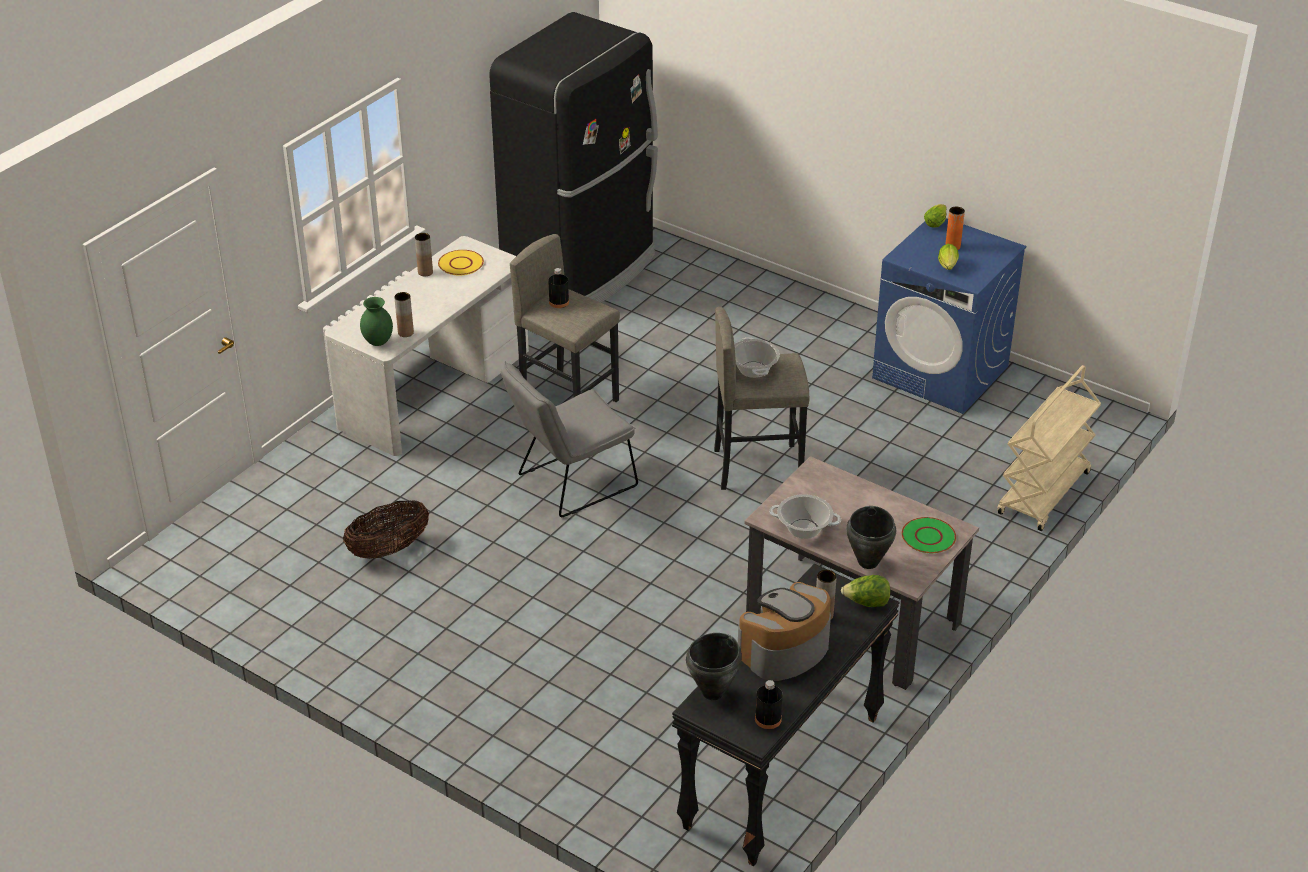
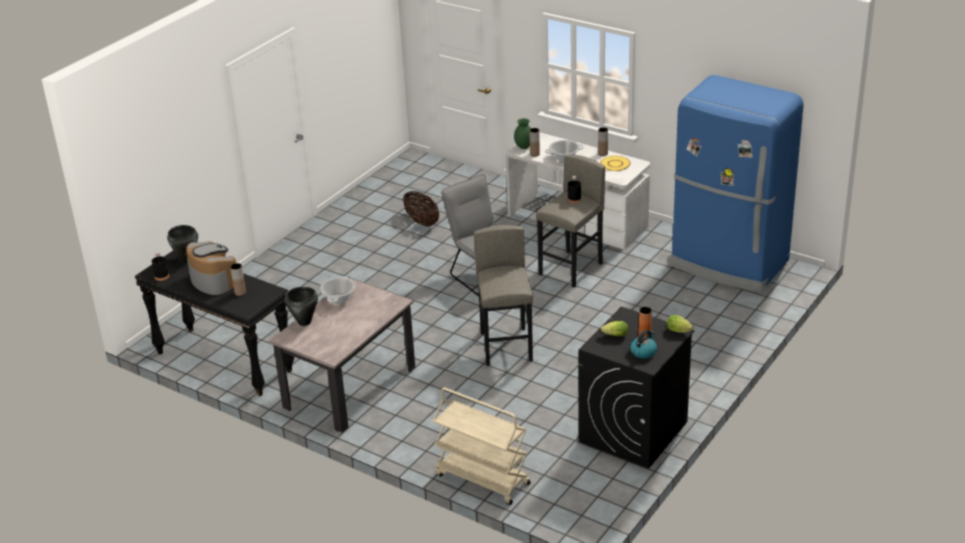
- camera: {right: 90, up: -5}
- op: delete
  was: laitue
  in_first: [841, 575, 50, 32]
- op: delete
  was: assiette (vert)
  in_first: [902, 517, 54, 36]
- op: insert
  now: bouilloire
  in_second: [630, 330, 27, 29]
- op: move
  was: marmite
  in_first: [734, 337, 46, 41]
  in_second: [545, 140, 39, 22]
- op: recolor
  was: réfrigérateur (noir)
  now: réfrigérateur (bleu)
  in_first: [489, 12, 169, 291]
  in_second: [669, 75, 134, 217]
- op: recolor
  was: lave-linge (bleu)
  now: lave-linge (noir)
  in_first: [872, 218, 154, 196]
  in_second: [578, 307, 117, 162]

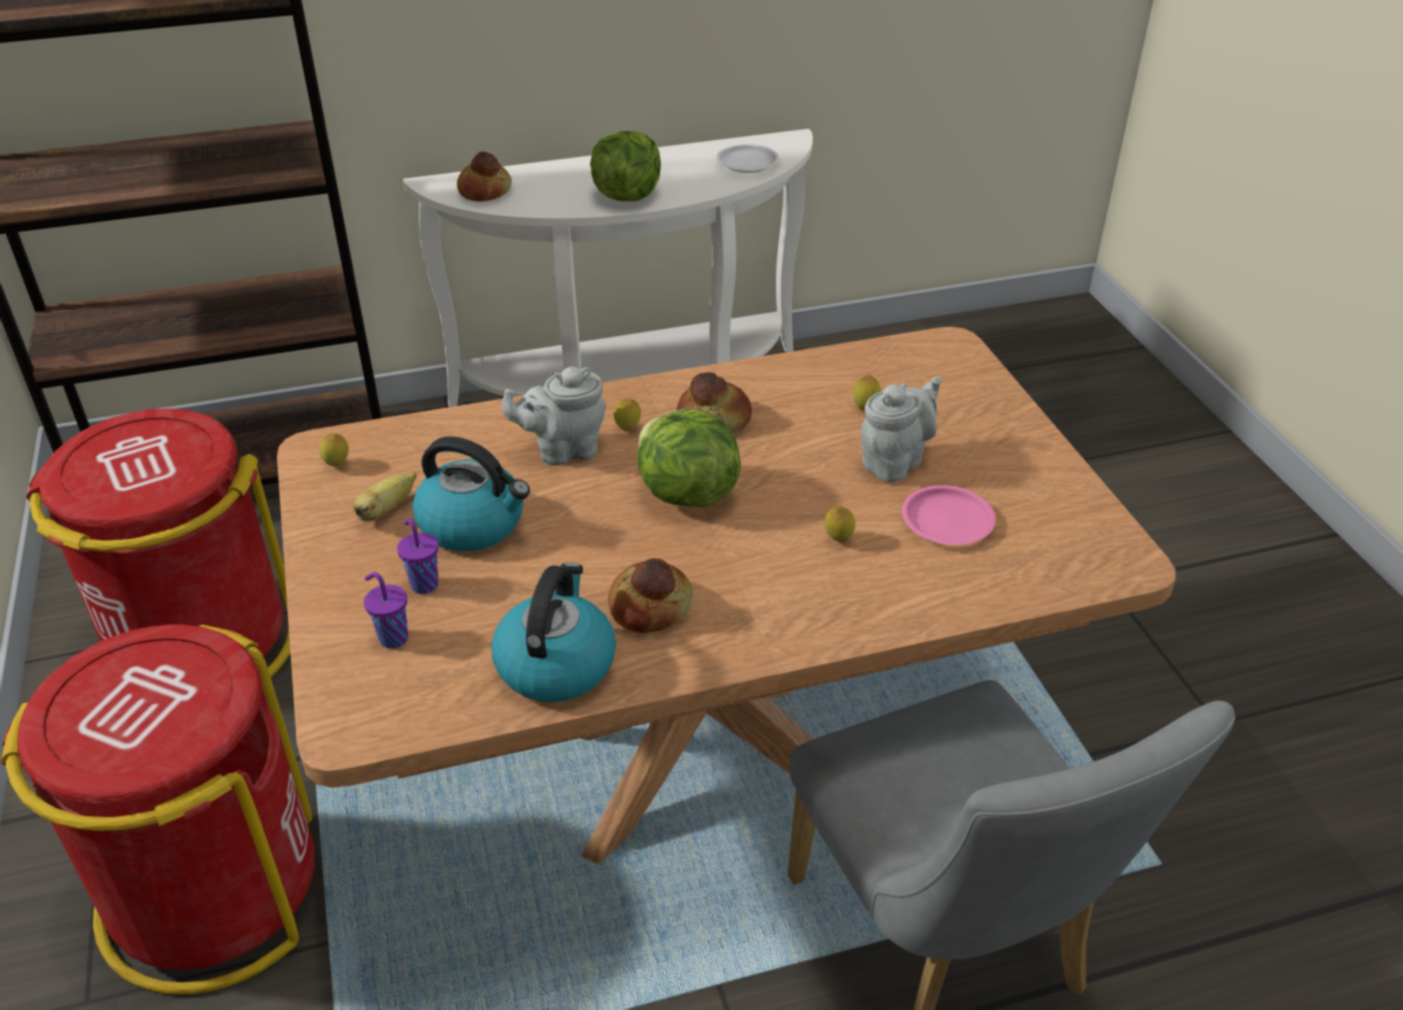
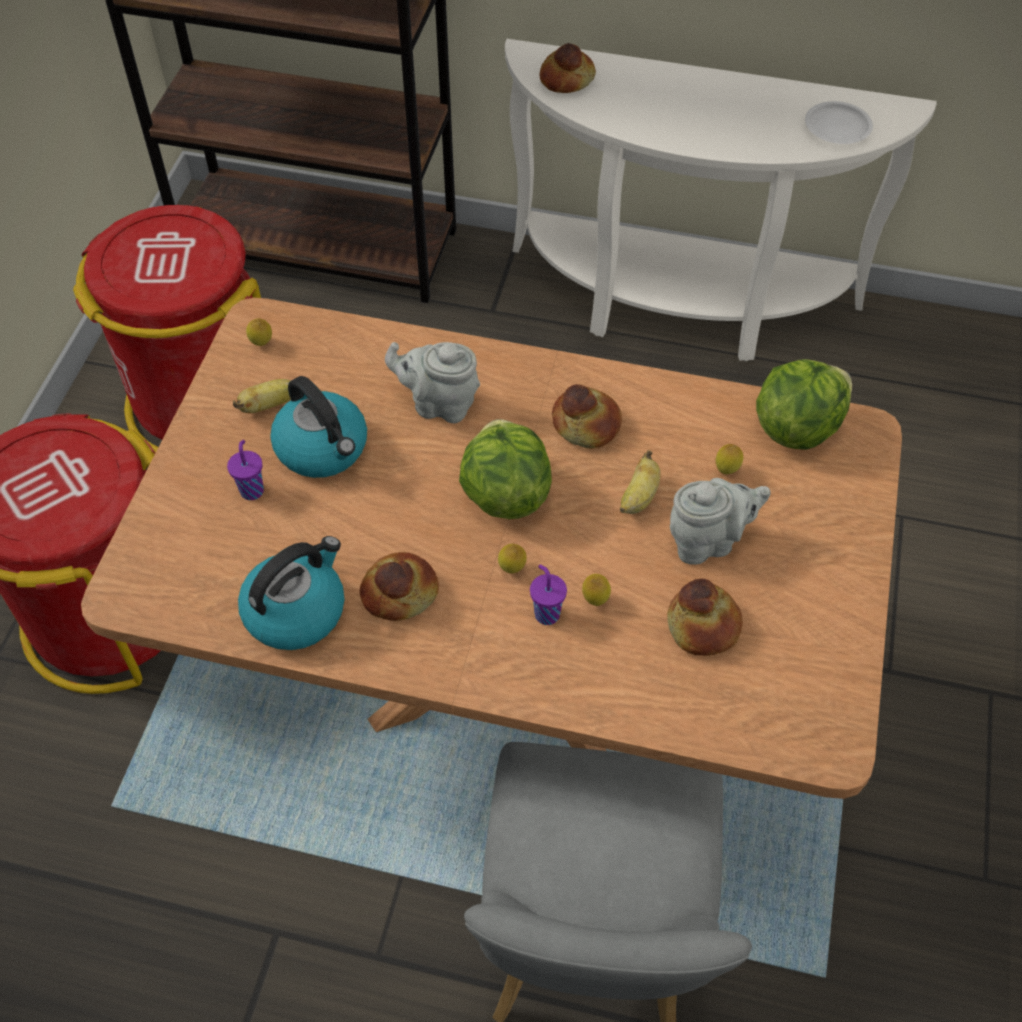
- camera: {right: 30, up: 15}
- op: insert
  now: banane
  in_second: [620, 450, 41, 64]
- op: move
  was: tasse (violet)
  in_first: [364, 572, 44, 76]
  in_second: [530, 565, 37, 60]
- op: move
  was: laitue
  in_first: [590, 131, 71, 70]
  in_second: [756, 359, 96, 91]
- op: move
  was: citron
  in_first: [614, 398, 27, 33]
  in_second: [498, 544, 29, 30]
- op: replace
  was: assiette (rose)
  now: pain
  in_first: [902, 485, 94, 60]
  in_second: [667, 578, 76, 78]

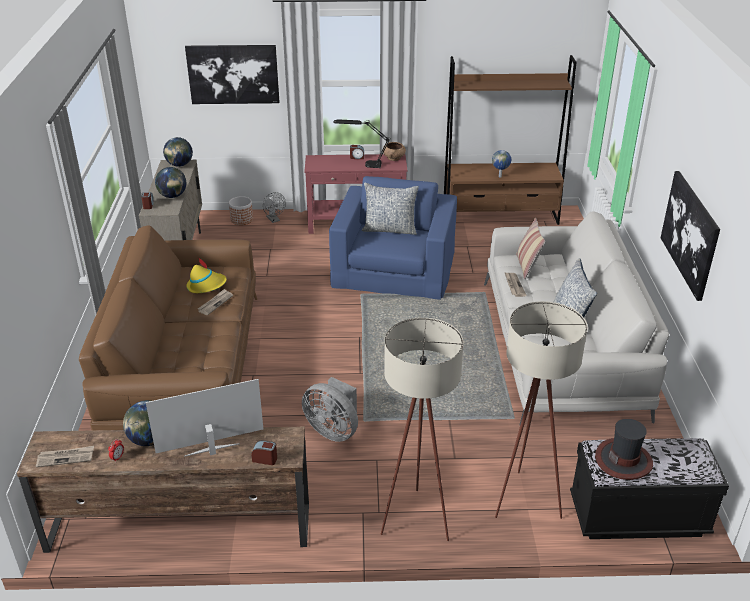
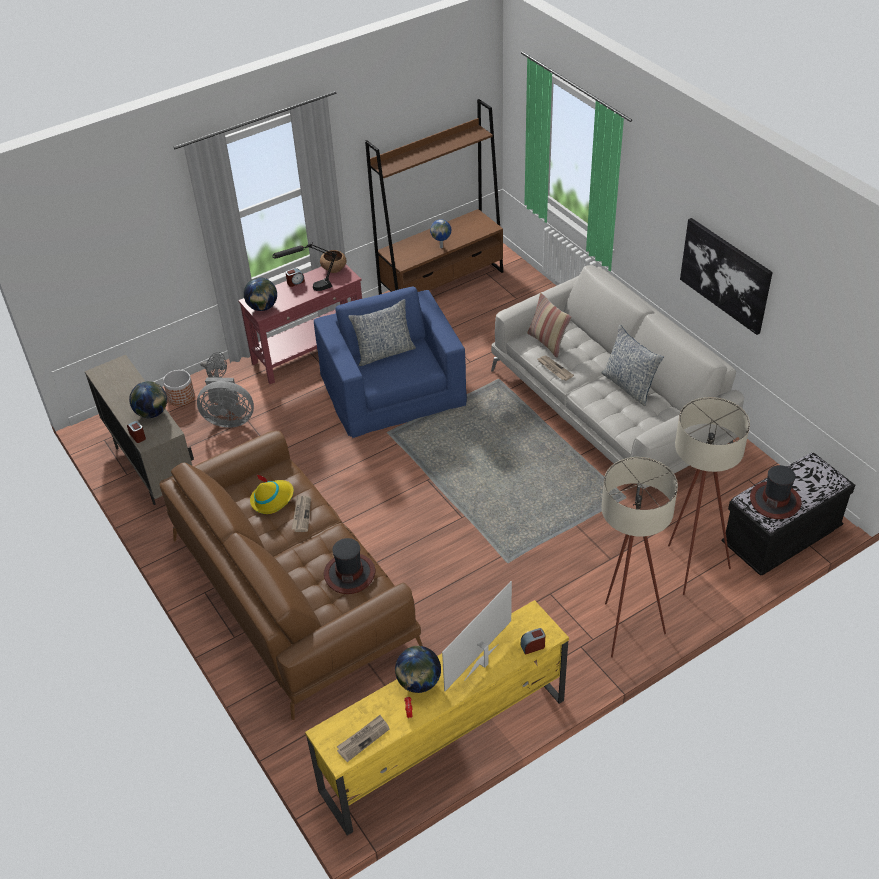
- camera: {right: -30, up: 10}
- op: delete
  was: tableau
  in_first: [185, 45, 94, 59]
- op: insert
  now: chapeau
  in_second: [324, 538, 51, 56]
- op: move
  was: globe
  in_first: [163, 137, 30, 30]
  in_second: [244, 277, 33, 34]
- op: move
  was: ventilateur (gris)
  in_first: [302, 377, 56, 65]
  in_second: [197, 378, 57, 50]
- op: recolor
  was: meuble télé (marron)
  now: meuble télé (jaune)
  in_first: [17, 427, 292, 126]
  in_second: [305, 600, 264, 236]

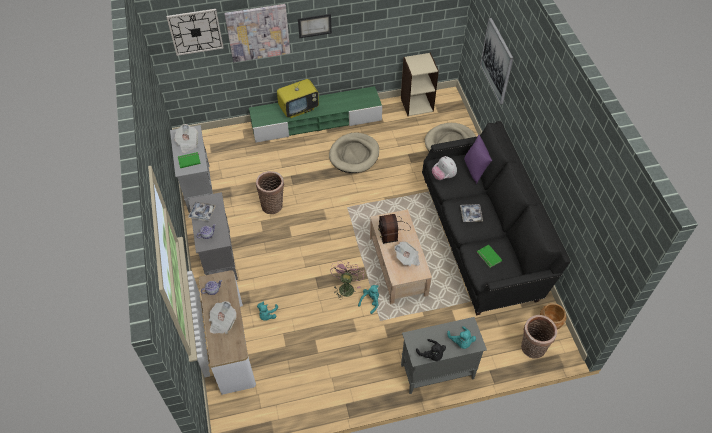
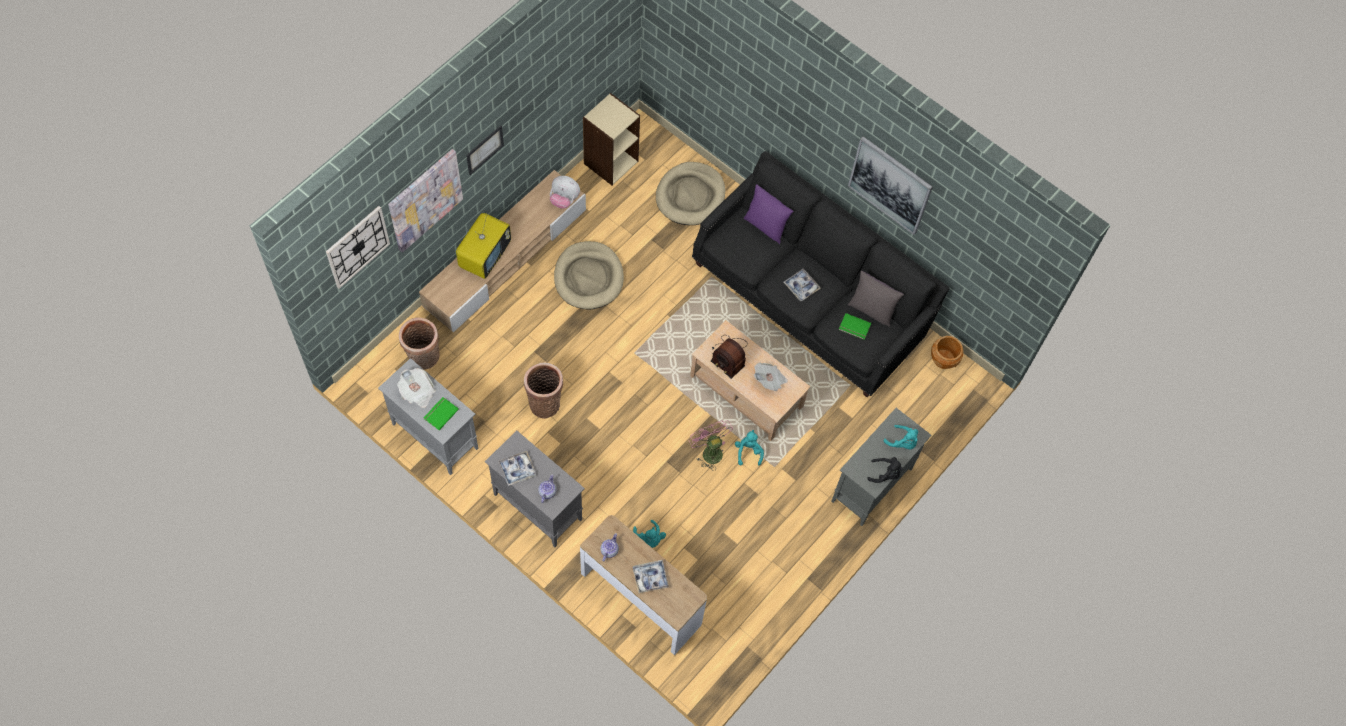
- camera: {right: -40, up: 10}
- op: insert
  now: coussin (gris)
  in_second: [848, 271, 56, 56]
- op: move
  was: peluche
  in_first: [432, 156, 25, 24]
  in_second: [550, 176, 30, 33]
- op: move
  was: tableau
  in_first: [480, 18, 34, 87]
  in_second: [848, 136, 85, 99]
- op: move
  was: panier
  in_first: [521, 315, 36, 44]
  in_second: [399, 318, 41, 51]
- op: replace
  was: journal
  now: plateau
  in_first: [209, 301, 28, 33]
  in_second: [632, 560, 37, 33]
- op: recolor
  was: meuble télé (vert)
  now: meuble télé (beige)
  in_first: [249, 86, 133, 57]
  in_second: [419, 170, 167, 163]

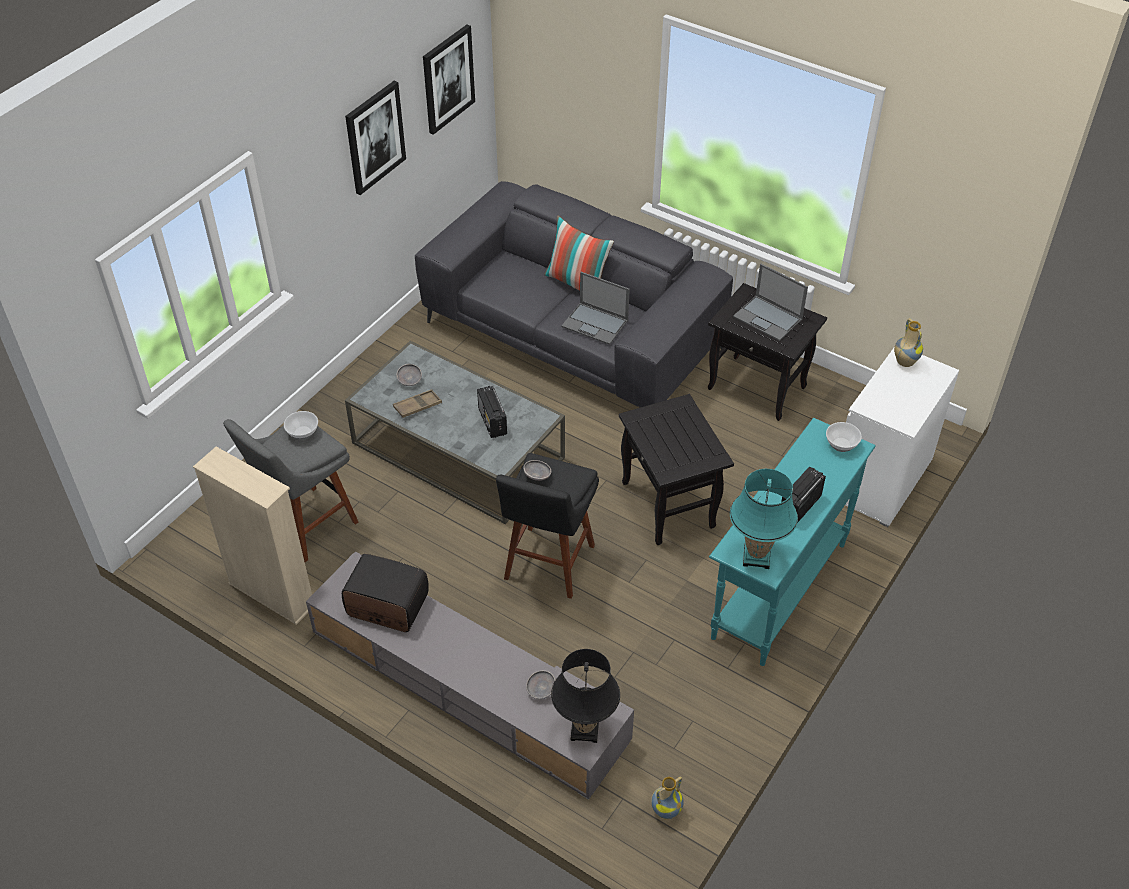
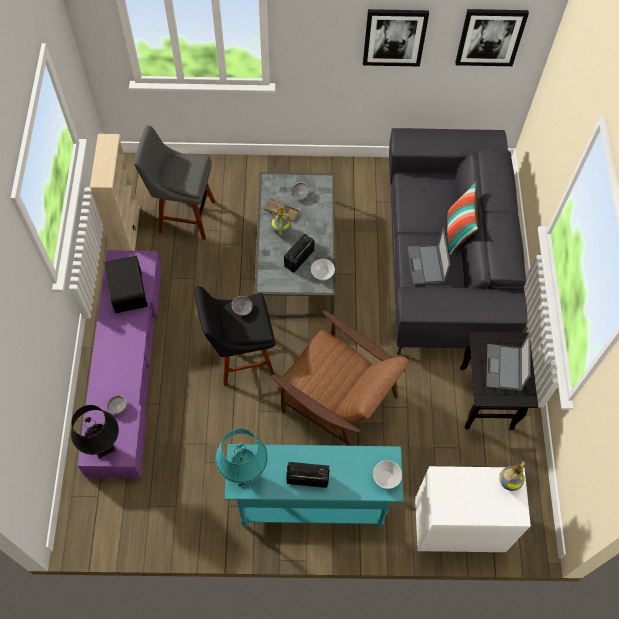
- camera: {right: 55, up: 15}
- op: move
  was: bol
  in_first: [284, 411, 34, 29]
  in_second: [311, 259, 24, 21]
- op: move
  was: vase
  in_first: [651, 776, 33, 44]
  in_second: [271, 208, 20, 28]
- op: replace
  was: table d'appoint (noir)
  now: fauteuil (marron)
  in_first: [619, 394, 115, 151]
  in_second: [272, 311, 137, 135]
- op: recolor
  was: meuble télé (gris)
  now: meuble télé (violet)
  in_first: [306, 551, 328, 249]
  in_second: [77, 250, 85, 228]

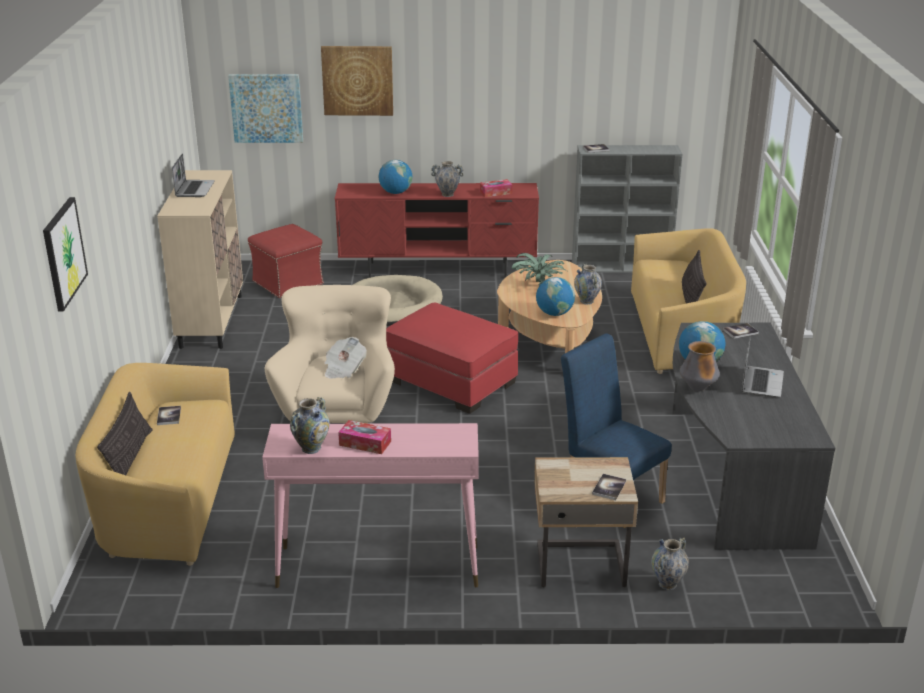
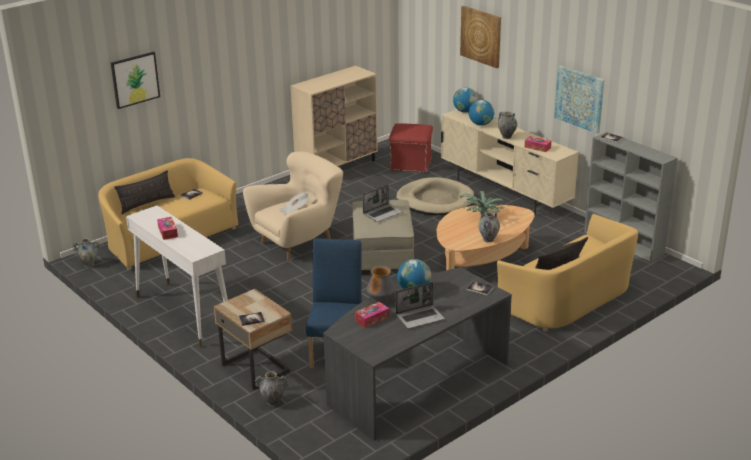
- camera: {right: 50, up: 0}
- op: insert
  now: boîte à mouchoirs
  in_second: [355, 302, 34, 26]
- op: move
  was: ordinateur portable
  in_first: [172, 153, 43, 44]
  in_second: [363, 185, 40, 37]
- op: move
  was: tableau
  in_first: [228, 74, 75, 69]
  in_second: [554, 65, 50, 69]
- op: move
  was: vase
  in_first: [290, 397, 39, 57]
  in_second: [73, 238, 28, 29]
- op: move
  was: globe
  in_first: [536, 277, 39, 39]
  in_second: [453, 87, 25, 26]
- op: recolor
  was: table console (rose)
  now: table console (blanc)
  in_first: [262, 423, 217, 165]
  in_second: [126, 206, 102, 142]
- op: recolor
  was: meuble télé (rouge)
  now: meuble télé (beige)
  in_first: [335, 183, 204, 95]
  in_second: [441, 109, 138, 106]
- op: recolor
  was: pouf (rouge)
  now: pouf (beige)
  in_first: [386, 303, 132, 111]
  in_second: [352, 200, 62, 75]

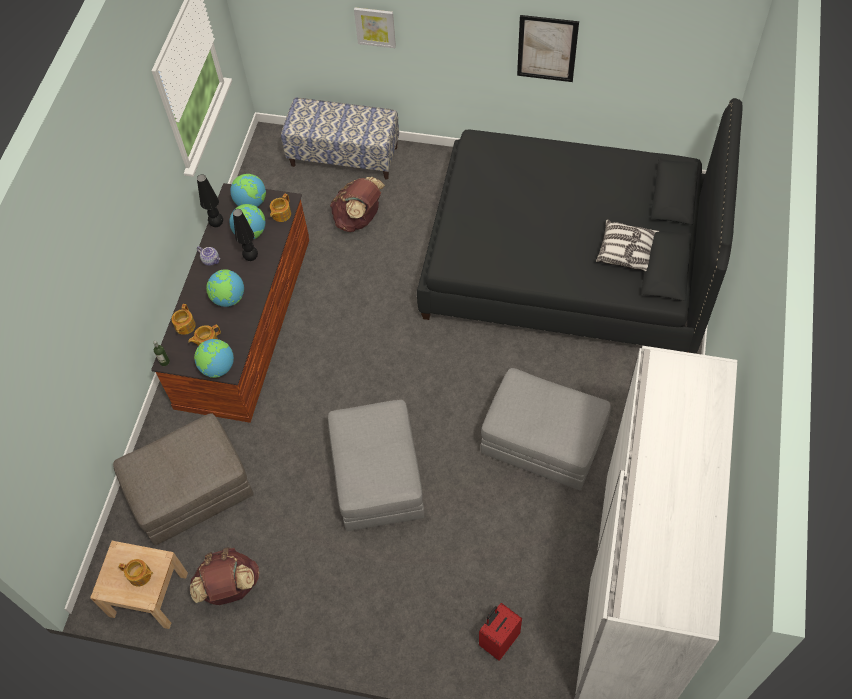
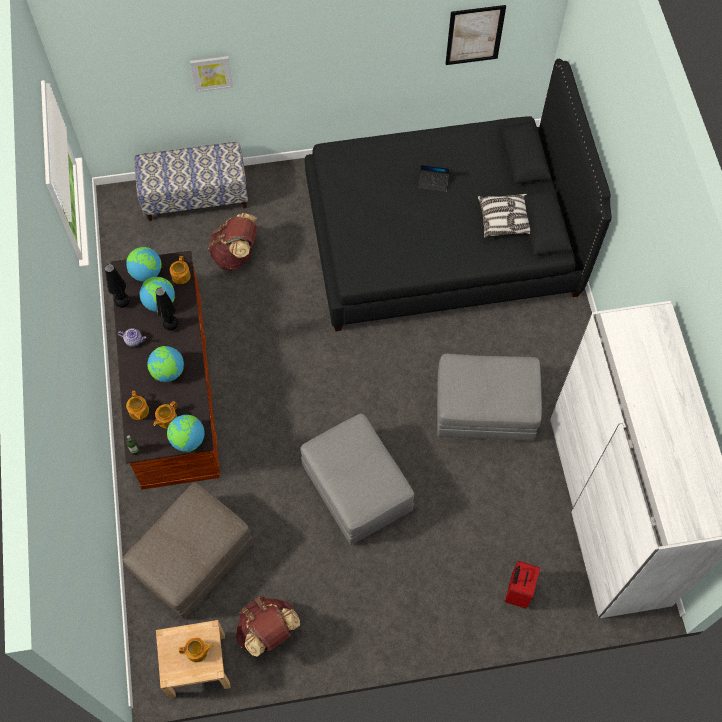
- camera: {right: -25, up: 5}
- op: insert
  now: ordinateur portable
  in_second: [418, 165, 31, 27]
- op: move
  was: tableau
  in_first: [517, 15, 62, 67]
  in_second: [446, 5, 60, 60]

